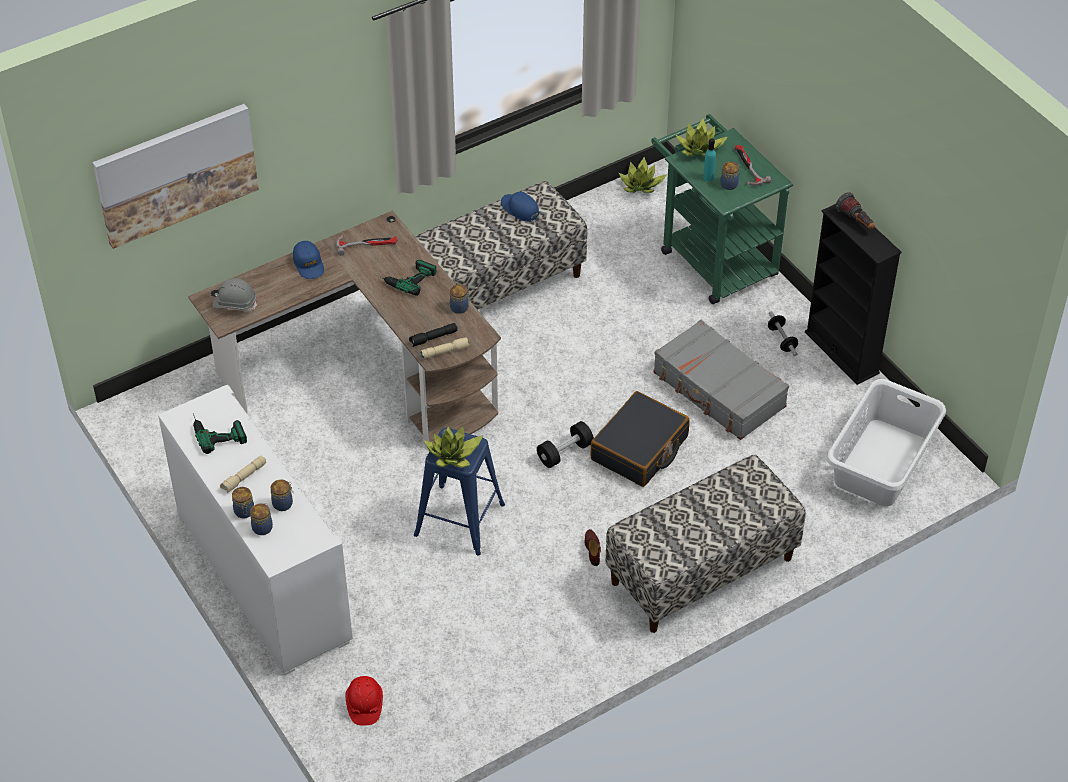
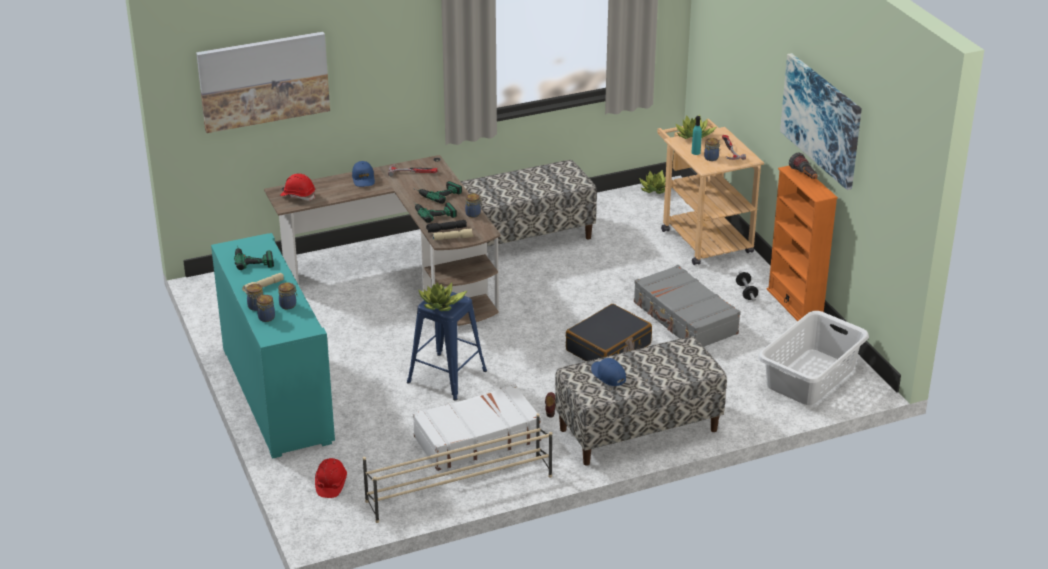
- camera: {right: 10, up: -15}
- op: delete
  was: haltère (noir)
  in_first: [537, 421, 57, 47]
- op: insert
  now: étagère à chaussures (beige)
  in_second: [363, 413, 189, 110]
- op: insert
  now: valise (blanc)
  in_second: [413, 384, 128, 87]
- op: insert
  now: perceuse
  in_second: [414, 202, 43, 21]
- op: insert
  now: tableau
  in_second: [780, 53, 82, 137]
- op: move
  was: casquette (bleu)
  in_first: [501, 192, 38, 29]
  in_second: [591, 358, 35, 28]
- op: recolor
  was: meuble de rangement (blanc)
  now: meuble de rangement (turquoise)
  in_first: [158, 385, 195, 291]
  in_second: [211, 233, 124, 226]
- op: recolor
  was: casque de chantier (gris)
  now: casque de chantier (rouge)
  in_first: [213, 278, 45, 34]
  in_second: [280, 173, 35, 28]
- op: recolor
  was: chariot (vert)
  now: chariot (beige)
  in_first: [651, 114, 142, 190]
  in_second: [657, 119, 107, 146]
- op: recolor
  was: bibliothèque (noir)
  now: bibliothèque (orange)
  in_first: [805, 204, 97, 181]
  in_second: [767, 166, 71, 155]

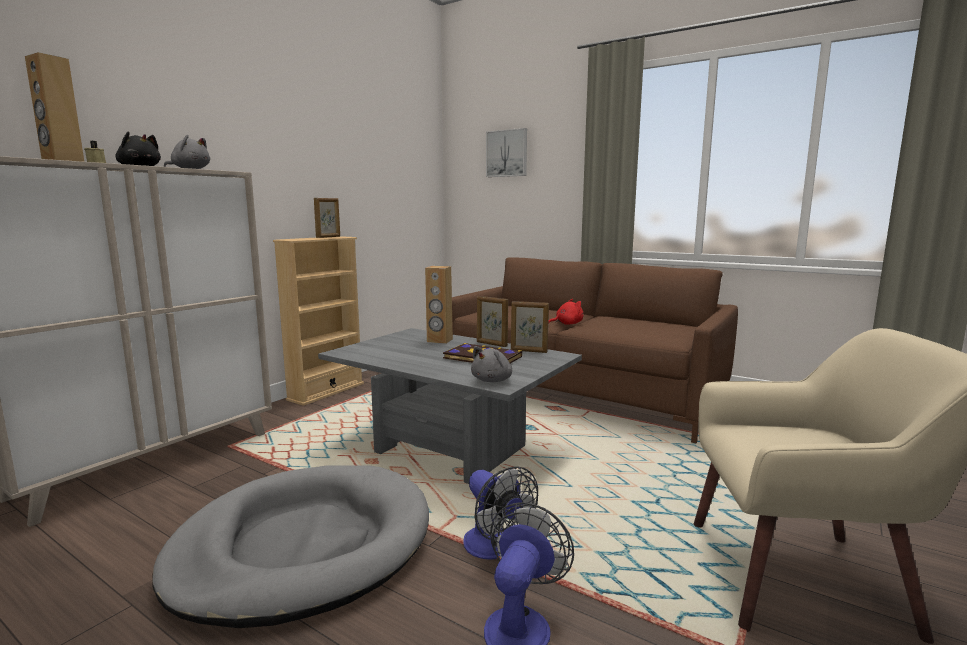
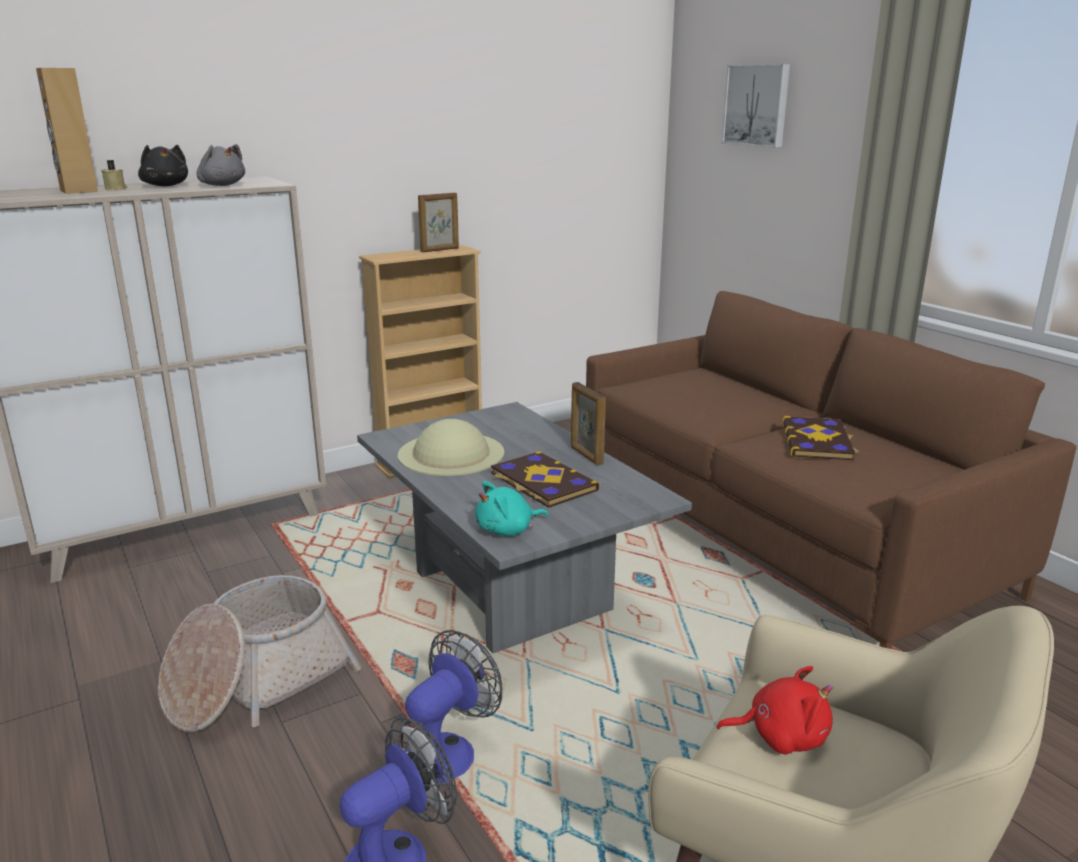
- camera: {right: 25, up: 10}
- op: delete
  was: enceinte (marron)
  in_first: [425, 266, 28, 78]
- op: delete
  was: cadre photo
  in_first: [511, 301, 38, 52]
- op: insert
  now: chapeau (beige)
  in_second: [398, 419, 106, 57]
- op: insert
  now: livre
  in_second: [782, 416, 77, 44]
- op: move
  was: peluche (rouge)
  in_first: [549, 299, 35, 26]
  in_second: [717, 666, 116, 89]
- op: replace
  was: panier pour chien (gris)
  now: panier
  in_first: [152, 465, 277, 163]
  in_second: [158, 575, 203, 157]
- op: recolor
  was: peluche (gris)
  now: peluche (turquoise)
  in_first: [471, 346, 41, 36]
  in_second: [475, 481, 74, 55]
- op: rotate
  was: ventilateur
  in_first: [463, 466, 75, 94]
  in_second: [405, 630, 98, 155]
  clockwise: -135

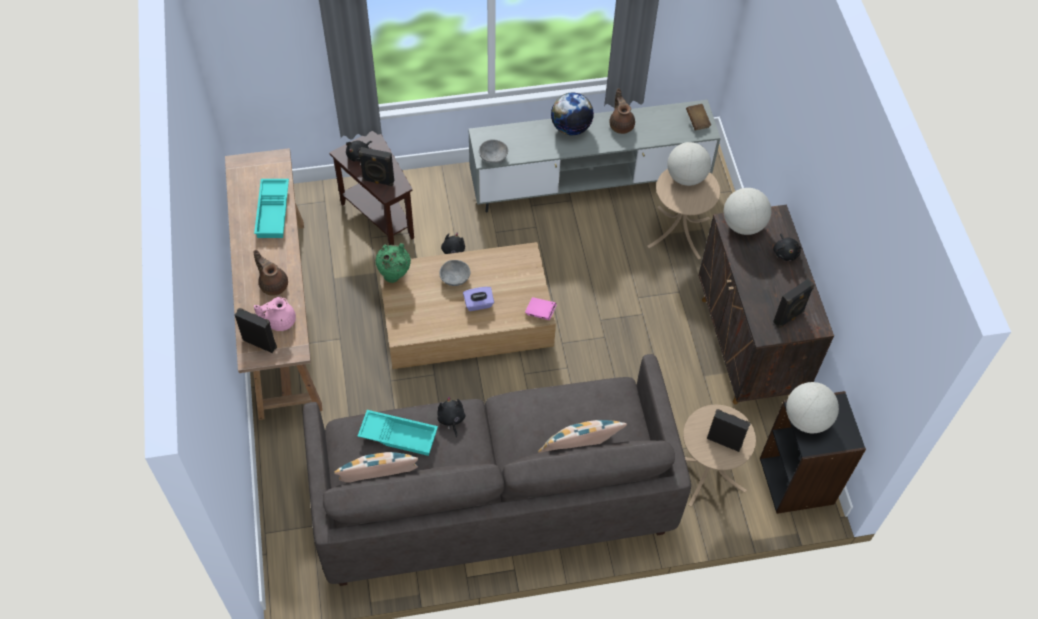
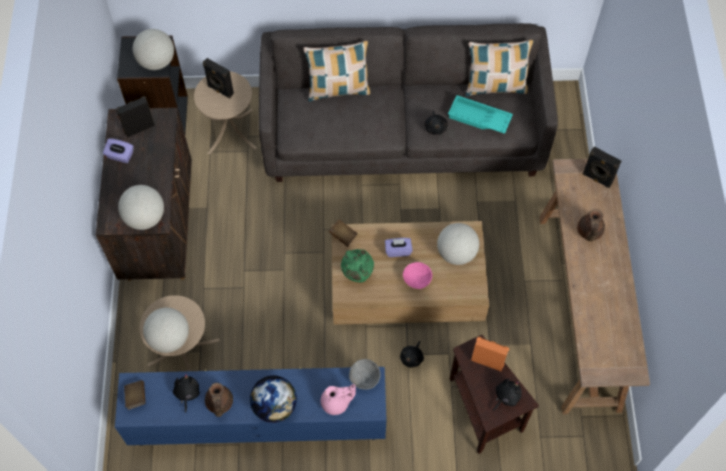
- camera: {right: -170, up: 5}
- op: delete
  was: plateau (turquoise)
  in_first: [254, 179, 35, 59]
- op: insert
  now: boîte à mouchoirs (violet)
  in_second: [103, 138, 31, 25]
- op: insert
  now: globe
  in_second: [437, 223, 42, 42]
- op: move
  was: théière (rose)
  in_first: [254, 297, 42, 34]
  in_second: [321, 384, 35, 31]
- op: move
  was: vase (vert)
  in_first: [376, 243, 35, 40]
  in_second: [341, 249, 33, 34]
- op: move
  was: peluche (noir)
  in_first: [773, 233, 28, 28]
  in_second: [173, 374, 27, 39]
- op: recolor
  was: enceinte (noir)
  now: enceinte (orange)
  in_first: [359, 147, 35, 39]
  in_second: [471, 337, 39, 34]
- op: recolor
  was: bol (gris)
  now: bol (rose)
  in_first: [439, 260, 32, 26]
  in_second: [403, 262, 29, 27]
- op: recolor
  was: meuble télé (gris)
  now: meuble télé (bleu)
  in_first: [469, 100, 252, 112]
  in_second: [115, 367, 272, 79]
- op: recolor
  was: livre (rose)
  now: livre (marron)
  in_first: [525, 297, 32, 23]
  in_second: [329, 219, 29, 28]
- op: rotate
  was: théière (marron)
  in_first: [253, 250, 35, 45]
  in_second: [577, 209, 28, 33]
  clockwise: 45

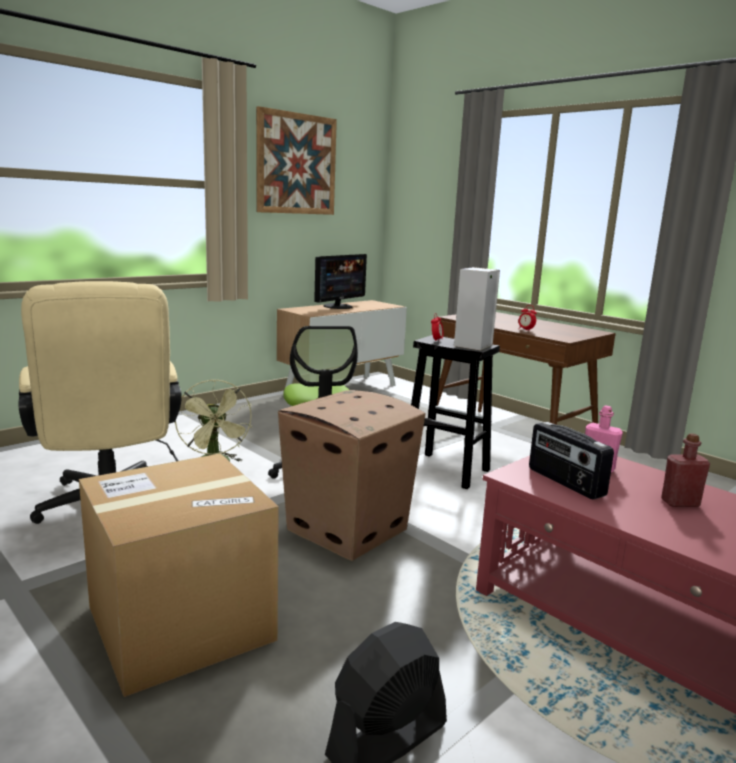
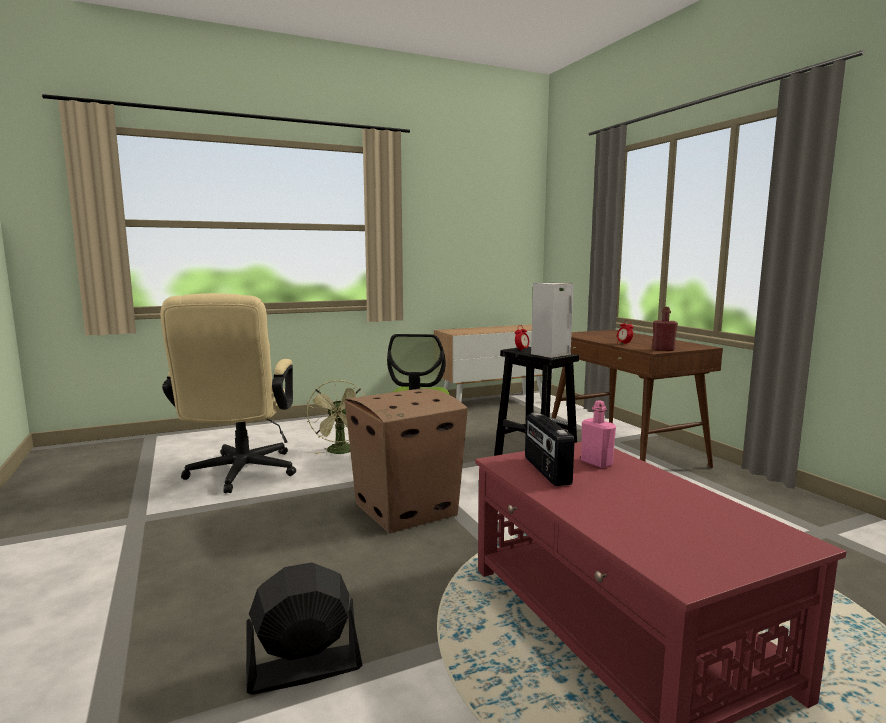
- camera: {right: 20, up: -5}
- op: delete
  was: carton
  in_first: [79, 453, 200, 244]
- op: delete
  was: tableau
  in_first: [256, 106, 81, 109]
- op: delete
  was: écran d'ordinateur
  in_first: [314, 254, 53, 55]
- op: move
  was: bouteille (rouge)
  in_first: [661, 433, 49, 74]
  in_second: [652, 307, 26, 44]

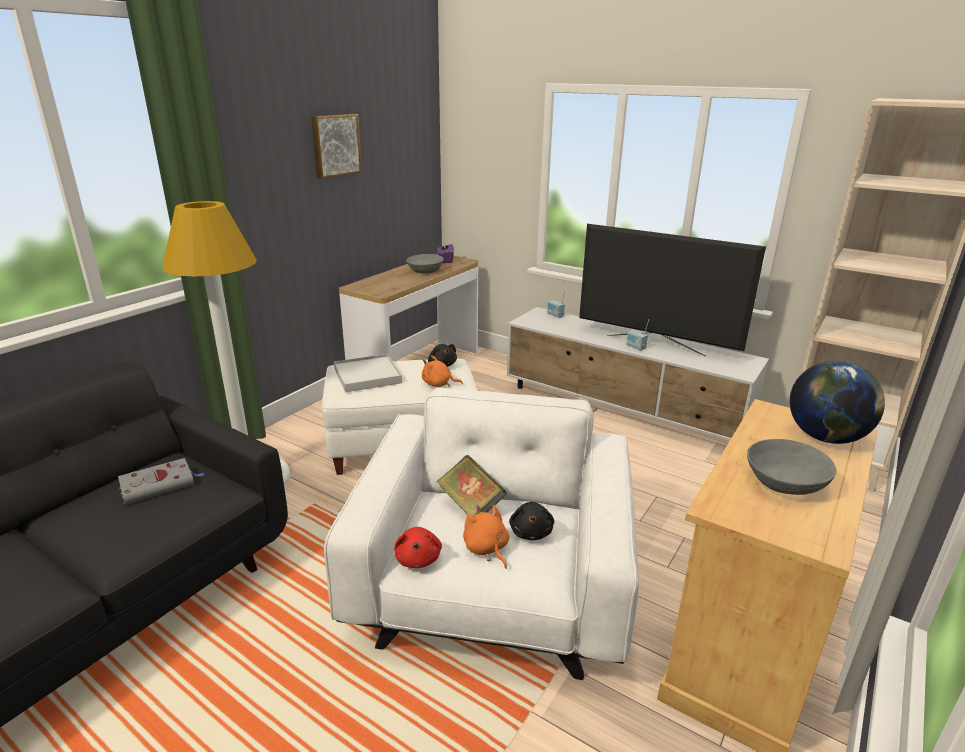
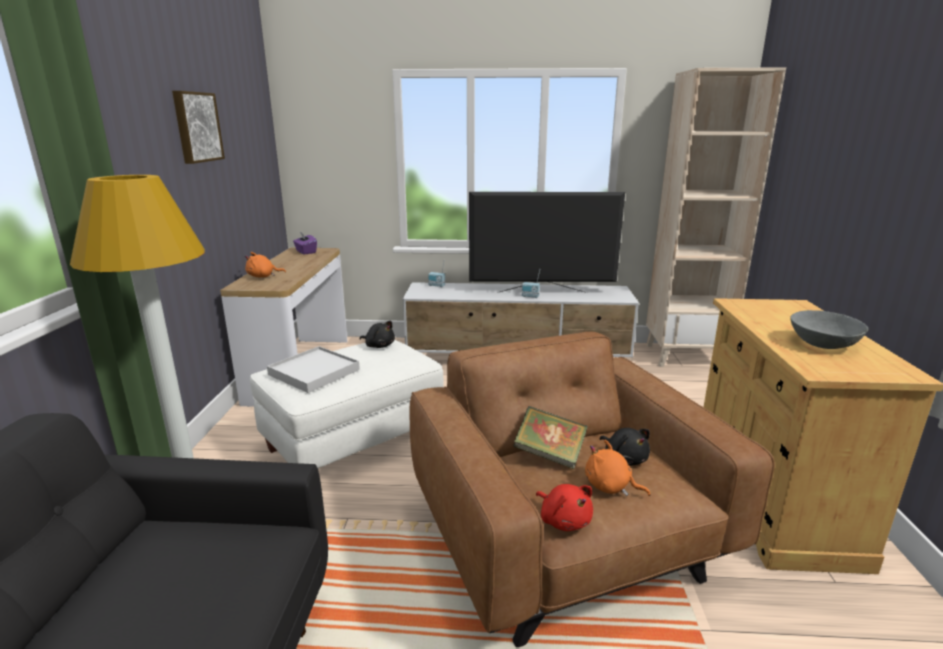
- camera: {right: -30, up: -5}
- op: delete
  was: livre (gris)
  in_first: [118, 458, 86, 47]
- op: delete
  was: bol (gris)
  in_first: [406, 254, 38, 20]
- op: delete
  was: globe
  in_first: [790, 361, 95, 83]
- op: move
  was: peluche (orange)
  in_first: [422, 356, 41, 31]
  in_second: [245, 252, 41, 26]
- op: recolor
  was: fauteuil (blanc)
  now: fauteuil (marron)
  in_first: [324, 388, 315, 292]
  in_second: [410, 332, 365, 316]

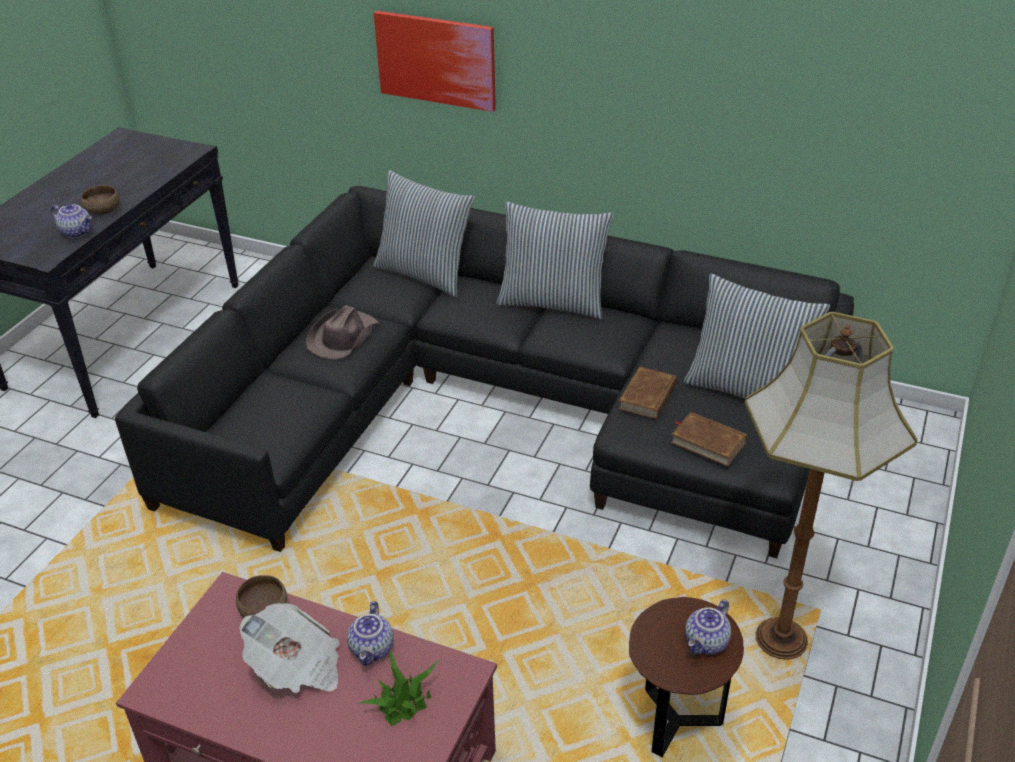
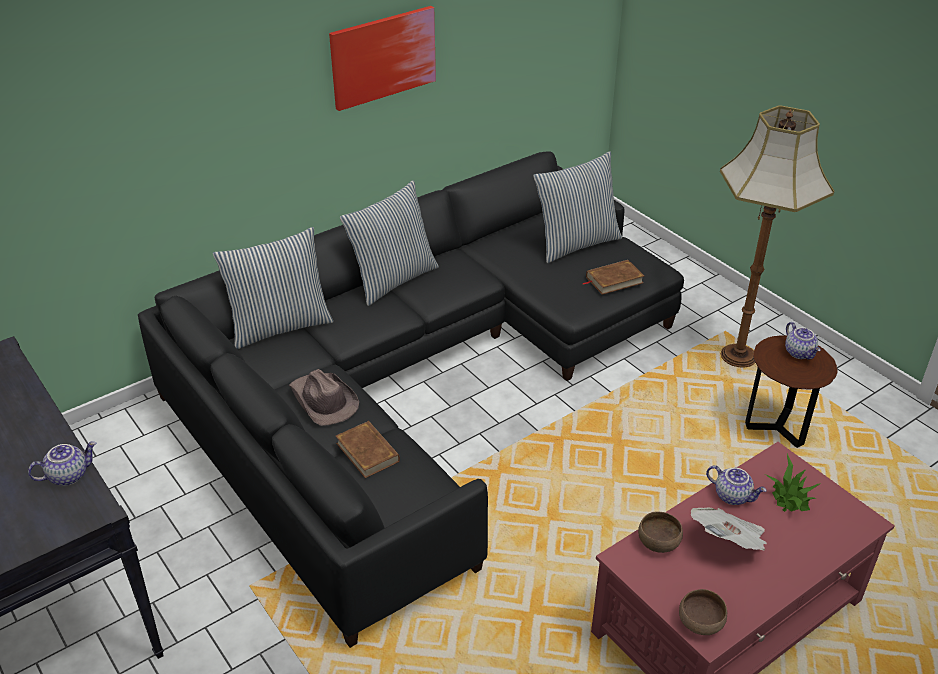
- camera: {right: -60, up: 0}
- op: move
  was: bol (marron)
  in_first: [81, 185, 38, 30]
  in_second: [679, 589, 48, 46]
- op: move
  was: tableau
  in_first: [374, 11, 122, 101]
  in_second: [329, 6, 107, 105]
- op: move
  was: livre (marron)
  in_first: [619, 366, 58, 53]
  in_second: [336, 421, 64, 57]

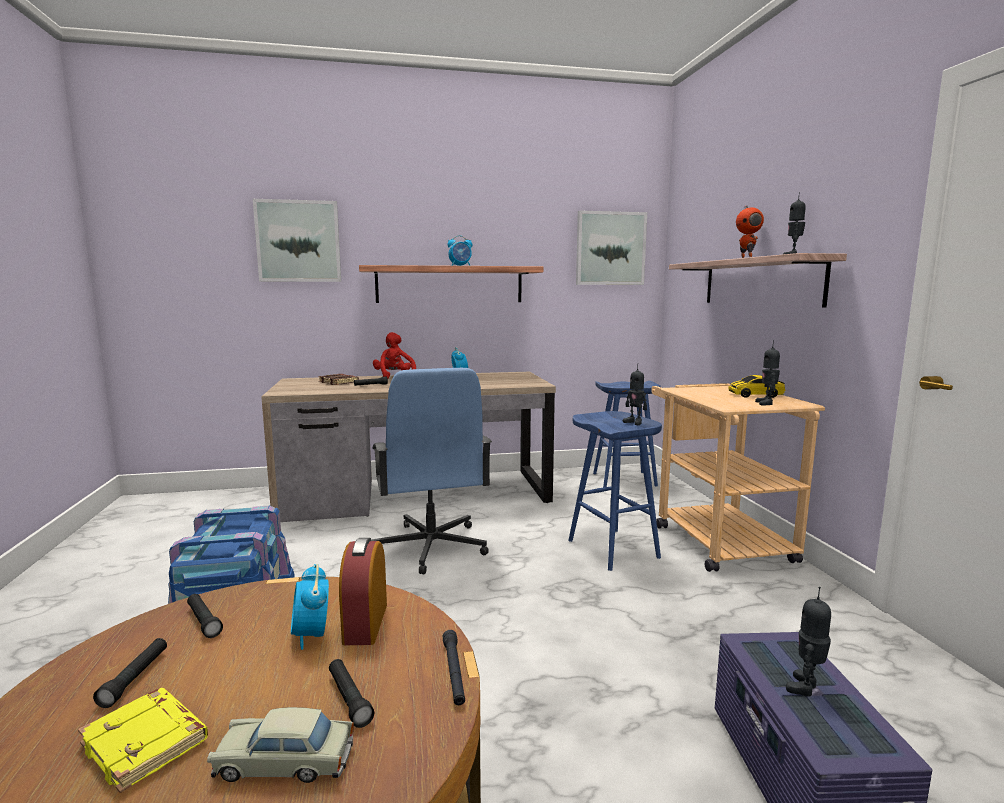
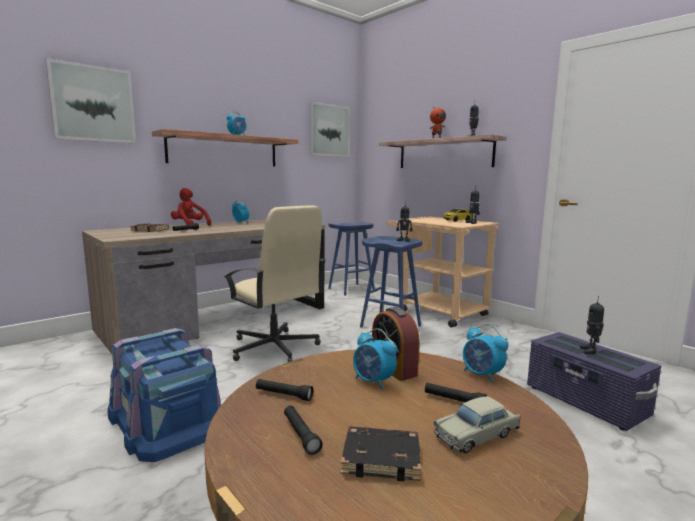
- camera: {right: -30, up: 0}
- op: replace
  was: lampe de poche (noir)
  now: réveil
  in_first: [443, 630, 22, 75]
  in_second: [463, 324, 45, 59]
- op: recolor
  was: livre (jaune)
  now: livre (noir)
  in_first: [78, 688, 130, 105]
  in_second: [341, 427, 80, 54]
- op: recolor
  was: chaise de bureau (bleu)
  now: chaise de bureau (beige)
  in_first: [371, 368, 121, 207]
  in_second: [224, 205, 102, 157]

